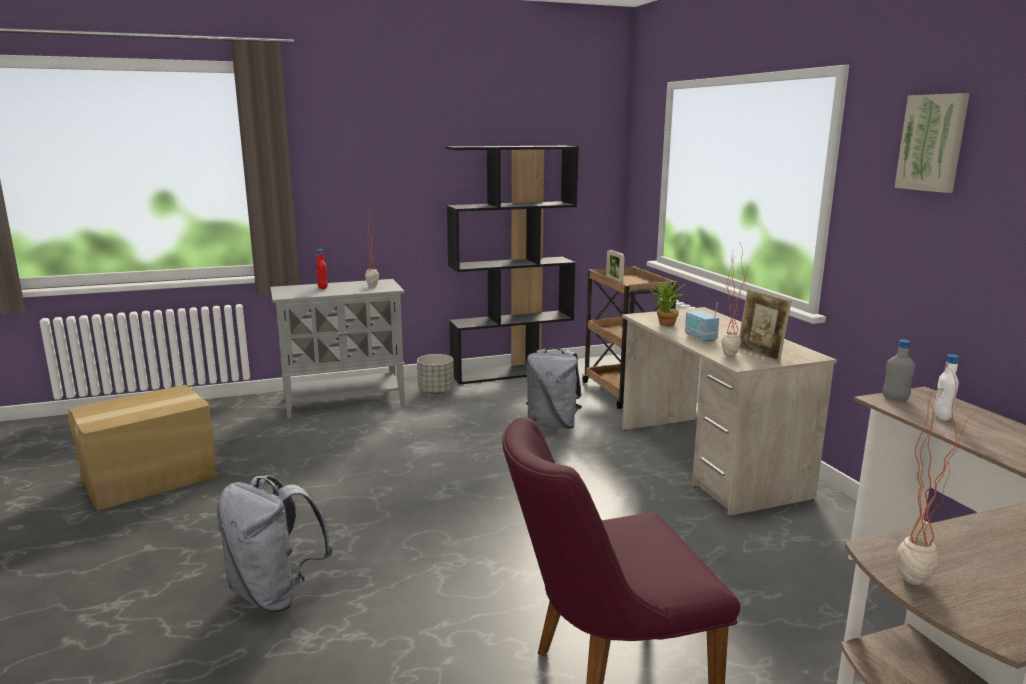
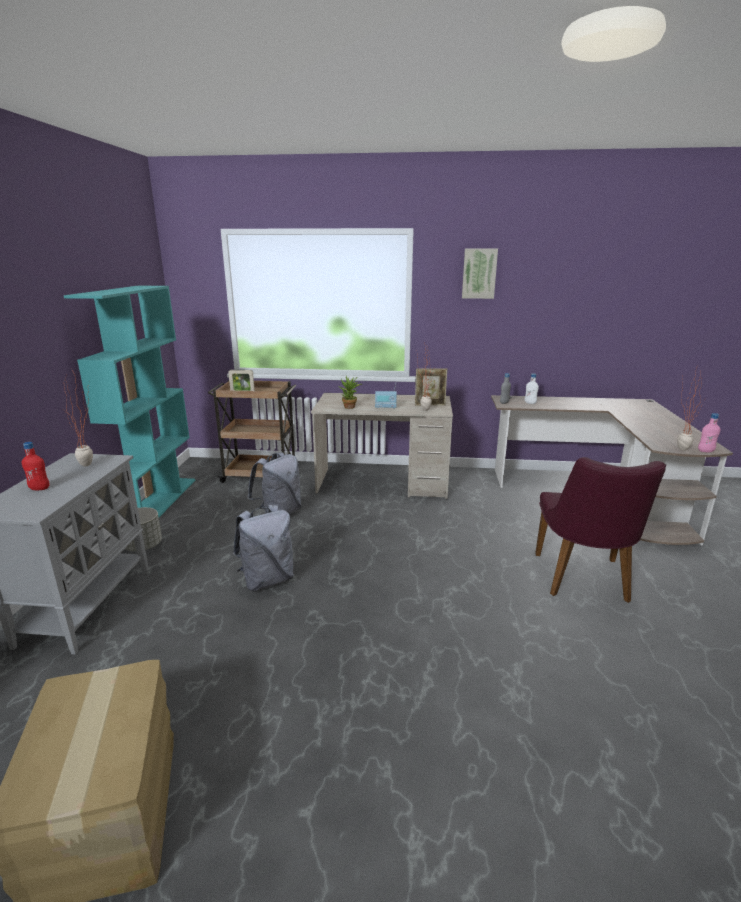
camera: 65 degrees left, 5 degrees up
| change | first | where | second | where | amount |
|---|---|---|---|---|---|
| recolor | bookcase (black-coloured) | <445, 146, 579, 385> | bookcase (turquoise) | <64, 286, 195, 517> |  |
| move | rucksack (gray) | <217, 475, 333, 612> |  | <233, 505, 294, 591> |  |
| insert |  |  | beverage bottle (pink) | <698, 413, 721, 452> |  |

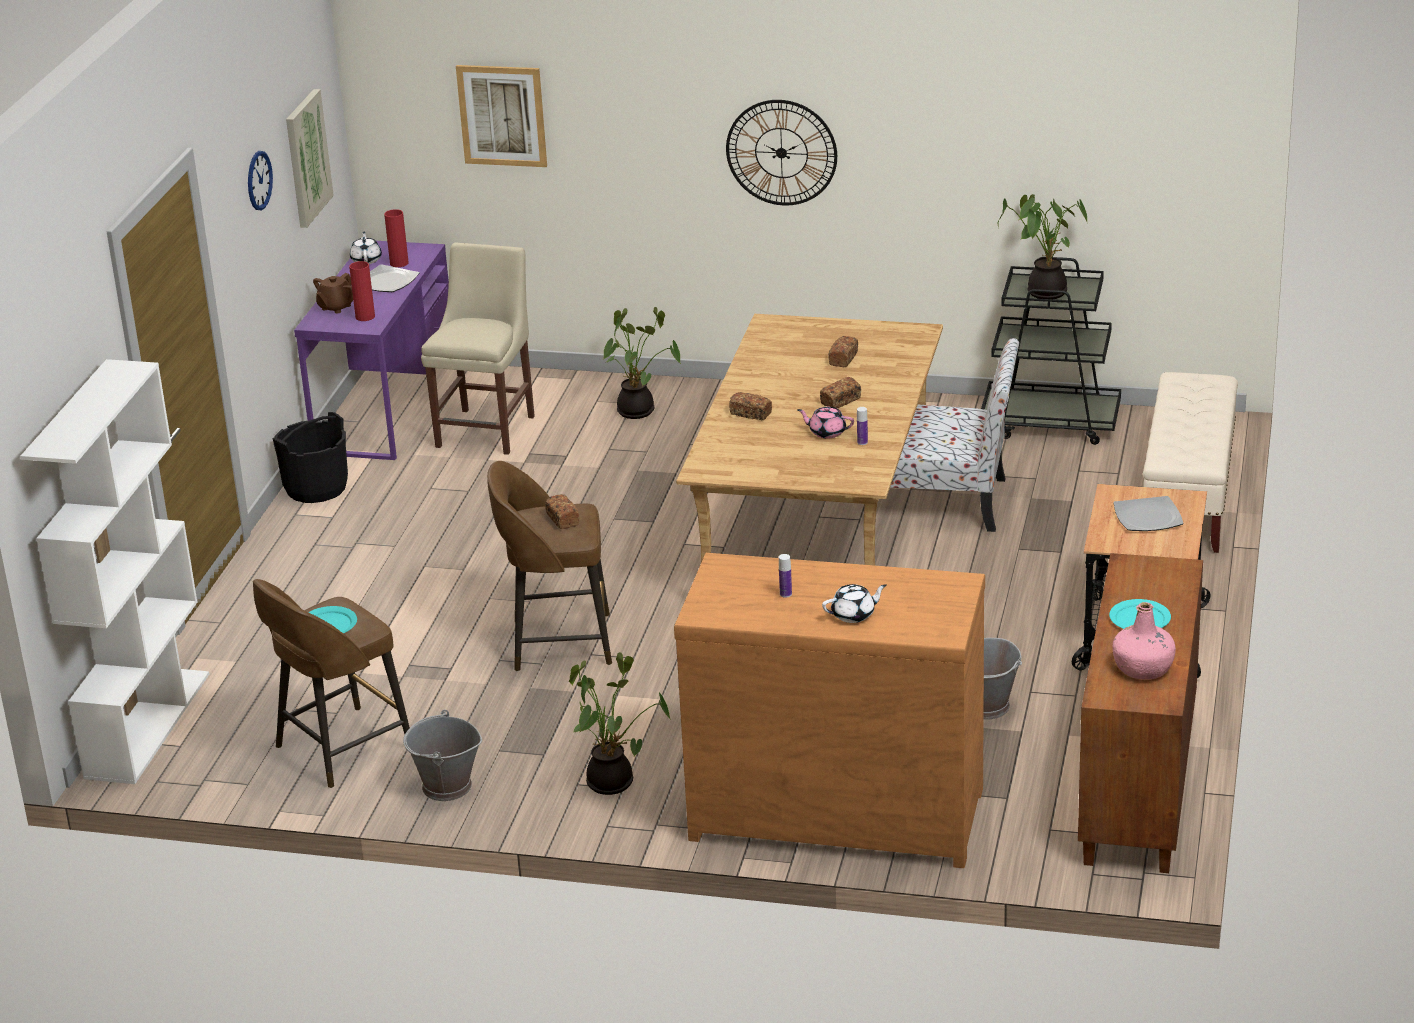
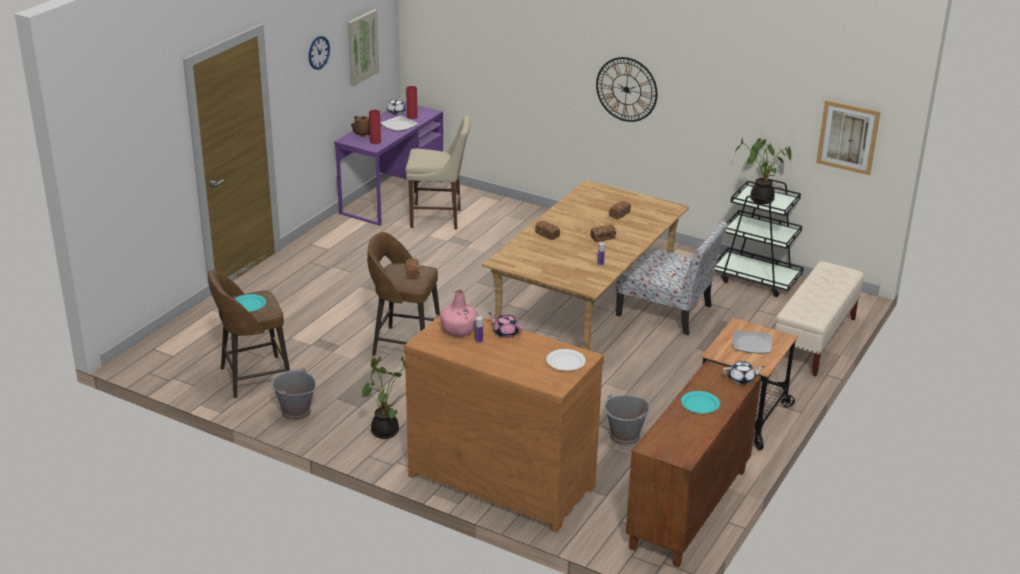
camera: 15 degrees right, 0 degrees up
| change | first | where | second | where | amount |
|---|---|---|---|---|---|
| move | picture | <456, 65, 547, 167> |  | <816, 100, 880, 175> |  |
| rotate | chair (beige-coloured) | <421, 243, 535, 455> |  | <406, 116, 470, 230> | 60 degrees clockwise |
| delete | potted plant | <603, 307, 681, 419> |  |  |  |
| delete | bookcase (whitish) | <20, 359, 209, 784> |  |  |  |
| move | tea pot (pink) | <797, 406, 854, 439> |  | <488, 312, 523, 338> |  |
| delete | water bucket (black-coloured) | <272, 412, 348, 503> |  |  |  |
| move | tea pot (whitish) | <822, 584, 887, 623> |  | <723, 361, 765, 385> |  |
| move | beverage bottle (pink) | <1112, 602, 1176, 680> |  | <440, 289, 478, 337> |  |
| insert |  |  | flat dish (whitish) | <546, 349, 586, 371> |  |

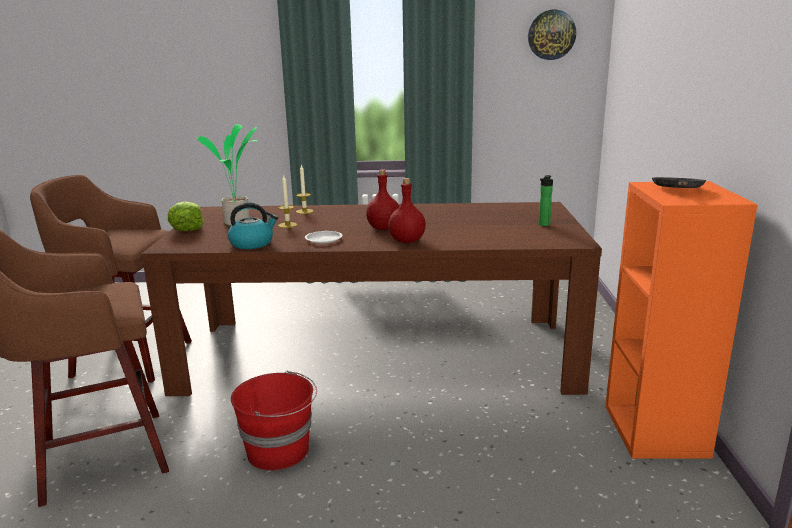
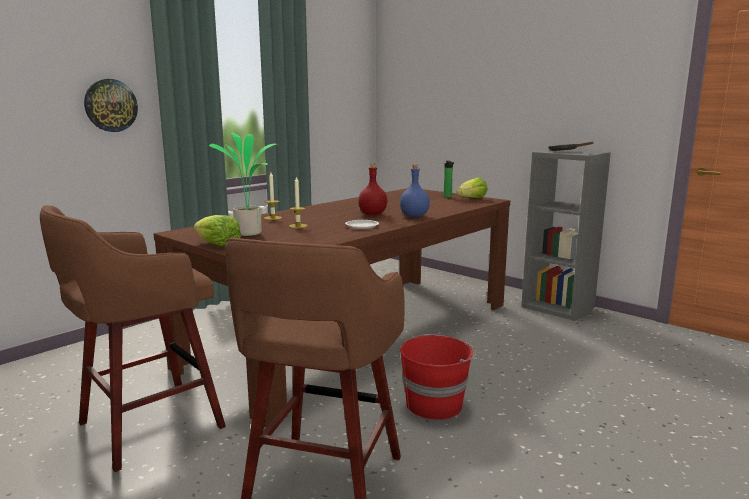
camera: 50 degrees left, 5 degrees down
| change | first | where | second | where | amount |
|---|---|---|---|---|---|
| move | wall clock | <528, 10, 576, 60> |  | <84, 79, 138, 132> |  |
| recolor | beverage bottle (reddish) | <388, 178, 426, 243> | beverage bottle (blue) | <400, 164, 430, 217> |  |
| recolor | bookcase (orangey) | <605, 181, 758, 459> | bookcase (gray) | <521, 150, 611, 321> |  |
| delete | kettle | <228, 203, 278, 249> |  |  |  |
| insert |  |  | lettuce head | <457, 177, 488, 198> |  |

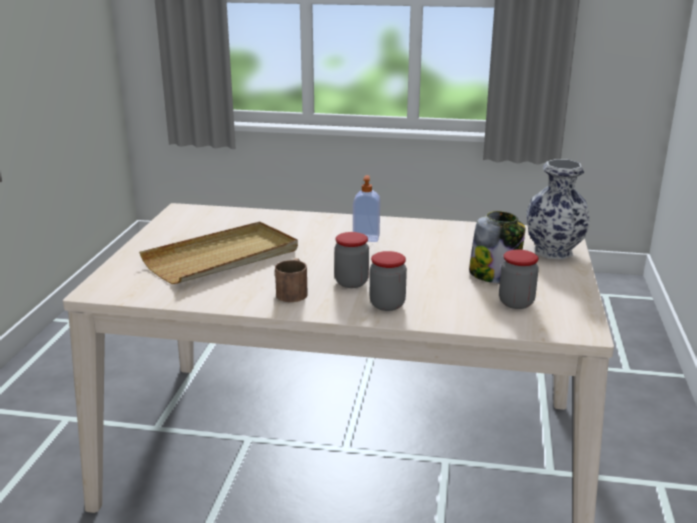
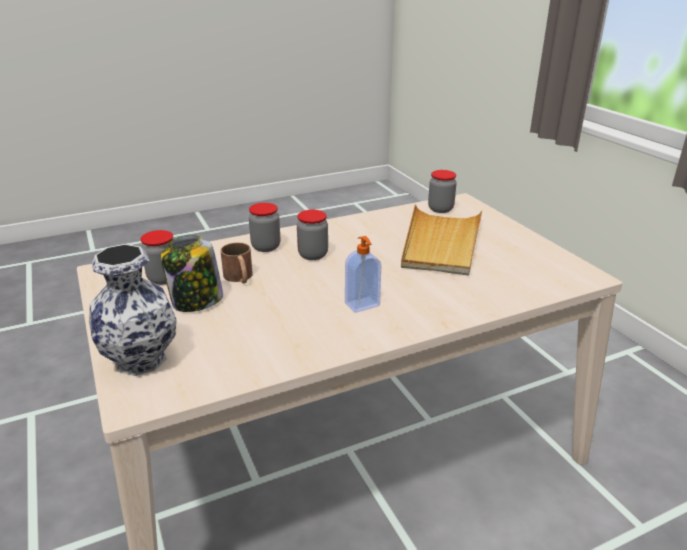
camera: 145 degrees right, 5 degrees up
| change | first | where | second | where | amount |
|---|---|---|---|---|---|
| move | coffee mug (brown-coloured) | <275, 258, 308, 302> |  | <220, 242, 253, 283> |  |
| insert |  |  | storage jar | <428, 170, 457, 213> |  |

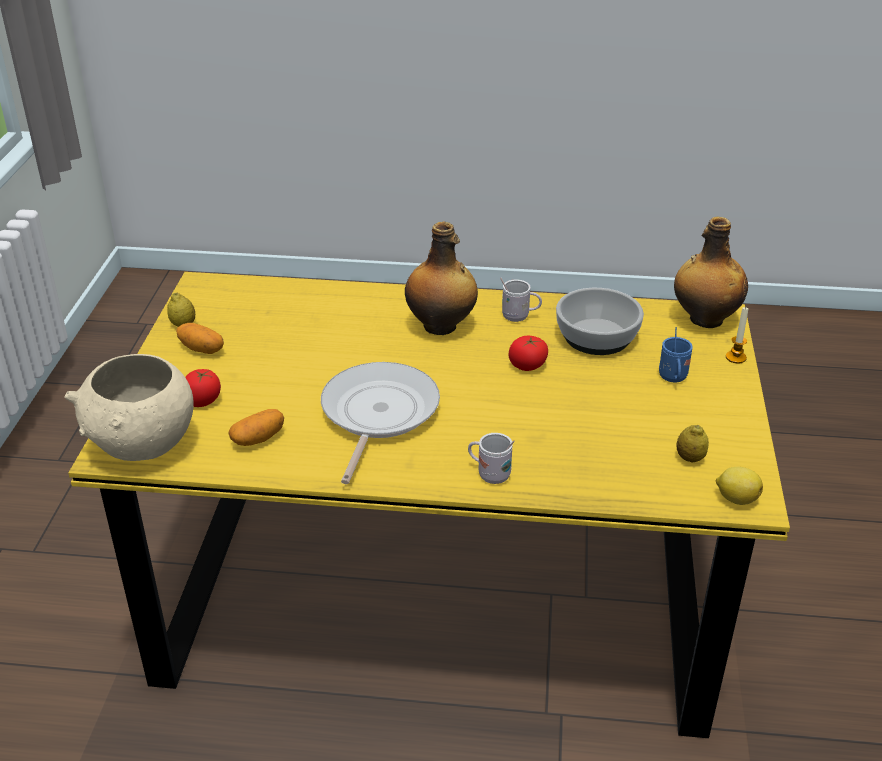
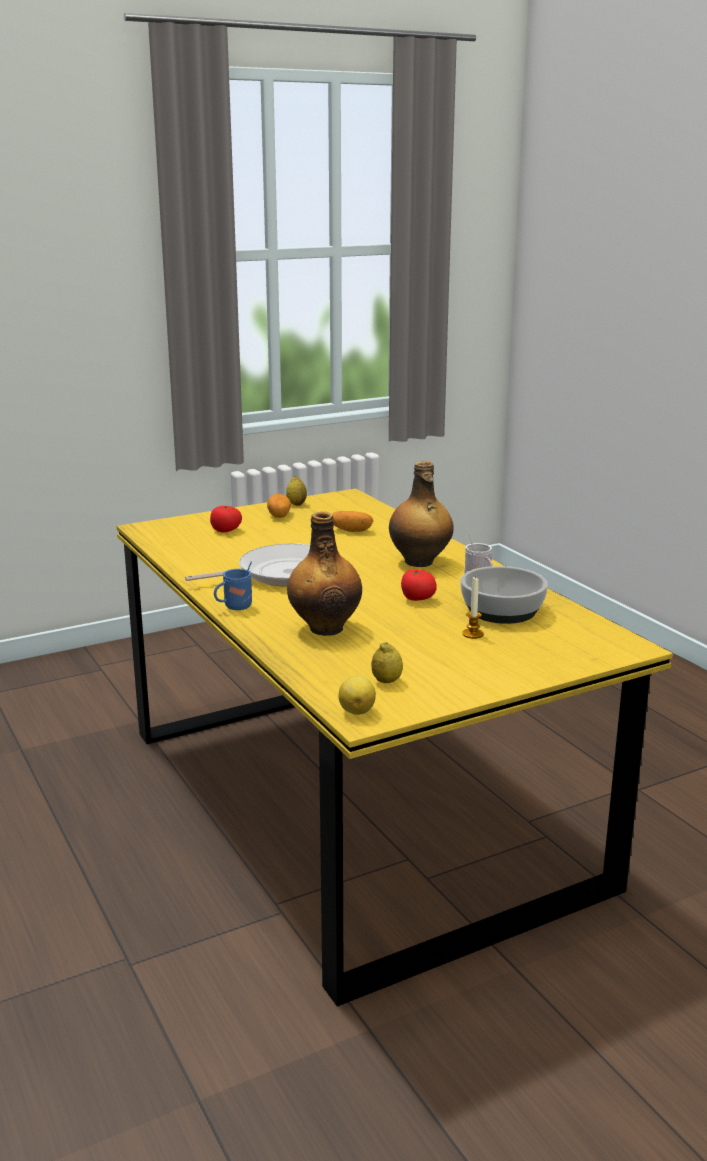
camera: 55 degrees right, 15 degrees down
| change | first | where | second | where | amount |
|---|---|---|---|---|---|
| move | beverage bottle | <674, 217, 748, 328> |  | <287, 512, 362, 636> |  |
| move | wax candle | <726, 307, 748, 364> |  | <462, 576, 483, 639> |  |
| move | coffee mug (blue) | <659, 327, 693, 383> |  | <214, 561, 252, 610> |  |
| delete | serving bowl (beige-coloured) | <64, 354, 194, 461> |  |  |  |
| move | whole potato | <228, 409, 284, 446> |  | <332, 511, 373, 532> |  |
| delete | coffee mug (whitish) | <468, 433, 515, 484> |  |  |  |

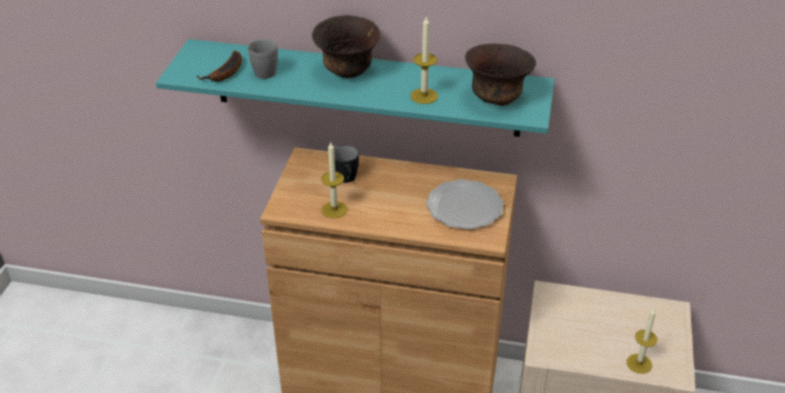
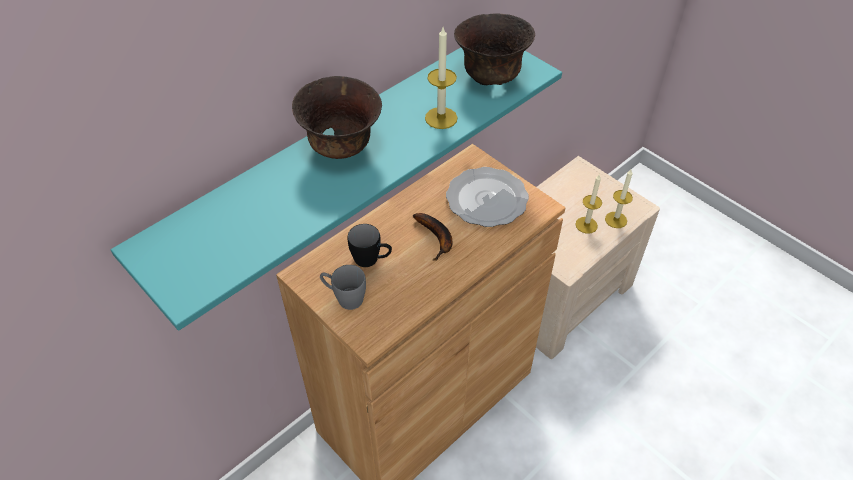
camera: 55 degrees left, 10 degrees up
| change | first | where | second | where | amount |
|---|---|---|---|---|---|
| move | coffee mug (gray) | <248, 38, 278, 79> |  | <320, 265, 366, 310> |  |
| move | banana fruit | <197, 51, 242, 82> |  | <413, 213, 452, 260> |  |
| move | wax candle | <321, 142, 347, 219> |  | <575, 174, 602, 234> |  |

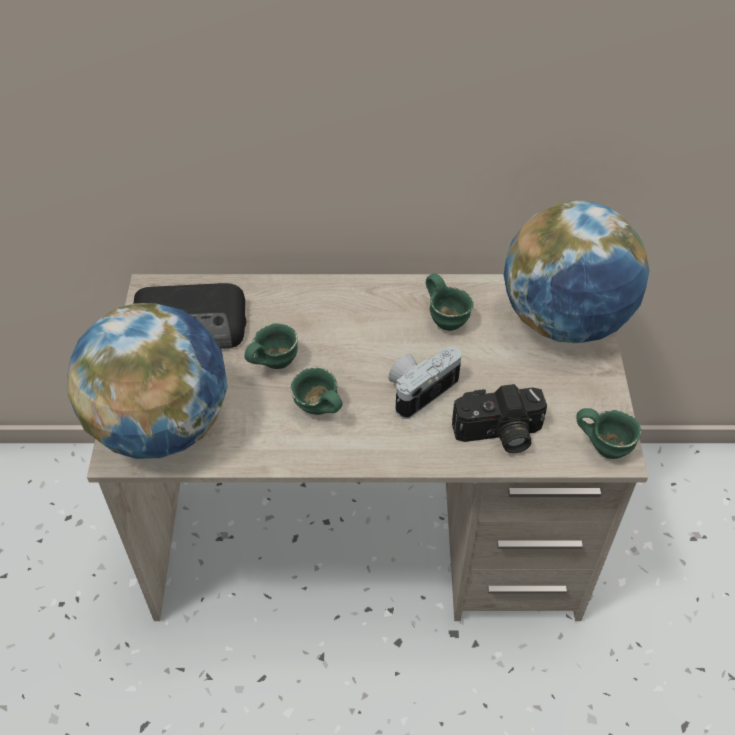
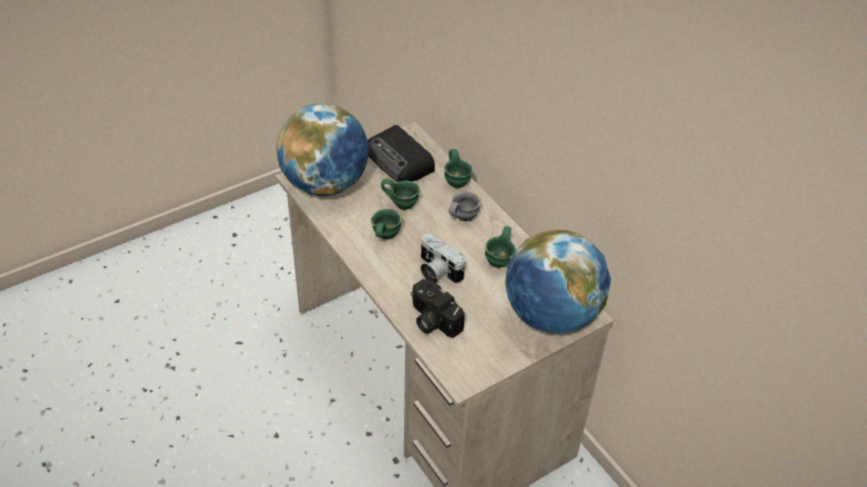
camera: 55 degrees right, 5 degrees down
| change | first | where | second | where | amount |
|---|---|---|---|---|---|
| rotate | photo camera | <389, 346, 462, 419> |  | <421, 234, 465, 284> | 150 degrees counterclockwise |
| move | coffee mug (greenish) | <577, 408, 641, 459> |  | <444, 149, 473, 188> |  |
| insert |  |  | coffee mug (gray) | <449, 191, 481, 221> |  |

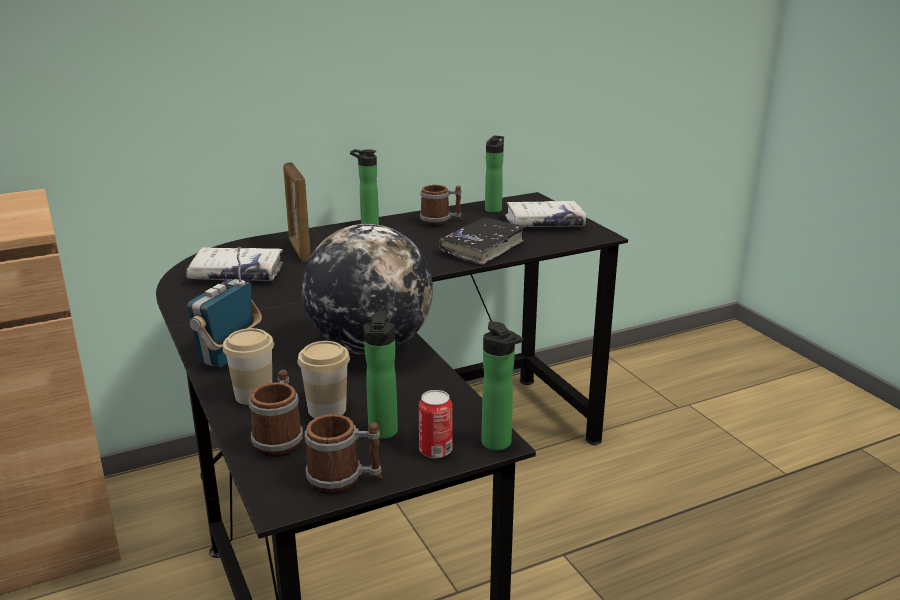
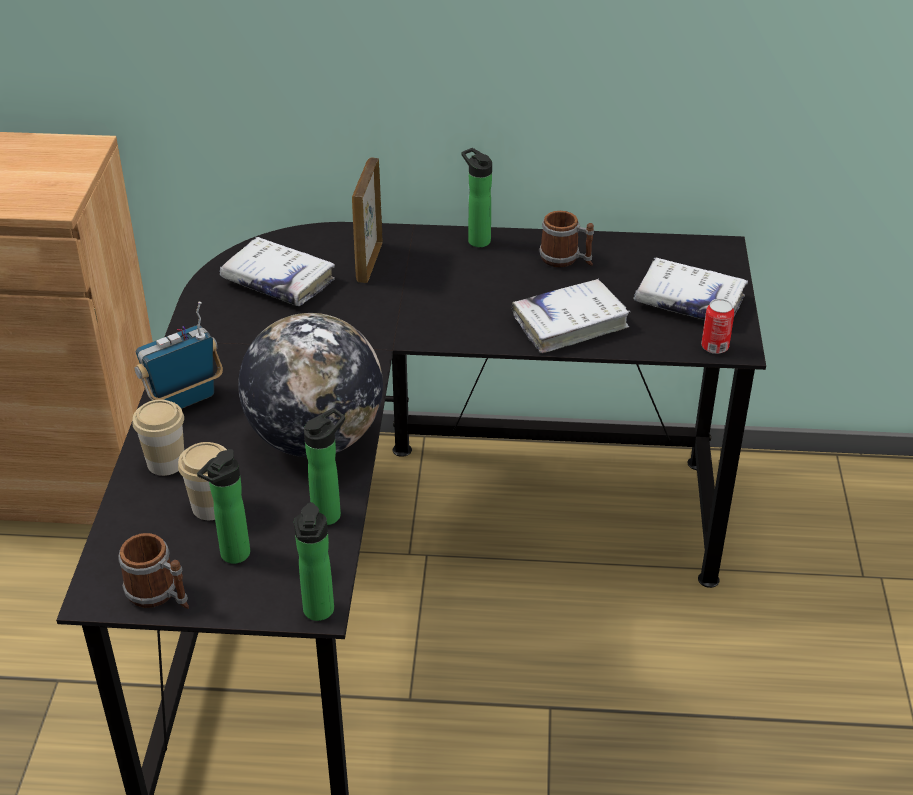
camera: 30 degrees right, 15 degrees up
| change | first | where | second | where | amount |
|---|---|---|---|---|---|
| move | beverage bottle | <485, 136, 504, 213> |  | <304, 408, 345, 525> |  |
| recolor | book (black-coloured) | <439, 218, 524, 265> | book (whitish) | <512, 278, 630, 353> |  |
| delete | coffee mug | <249, 370, 303, 457> |  |  |  |
| move | metal can | <419, 390, 453, 458> |  | <701, 299, 734, 354> |  |

